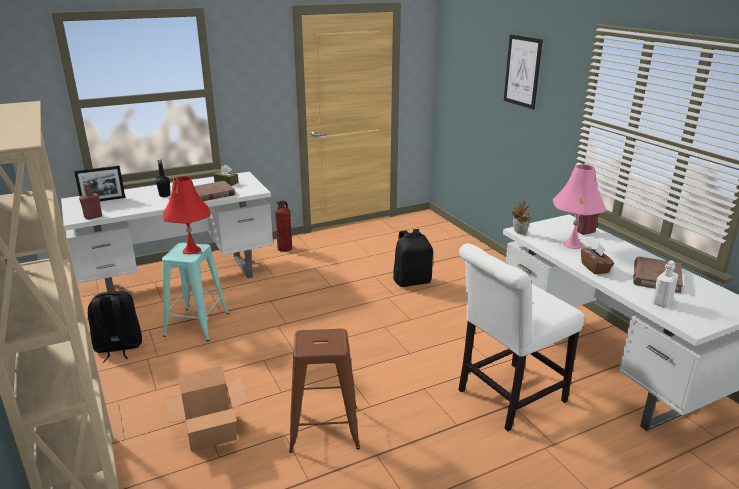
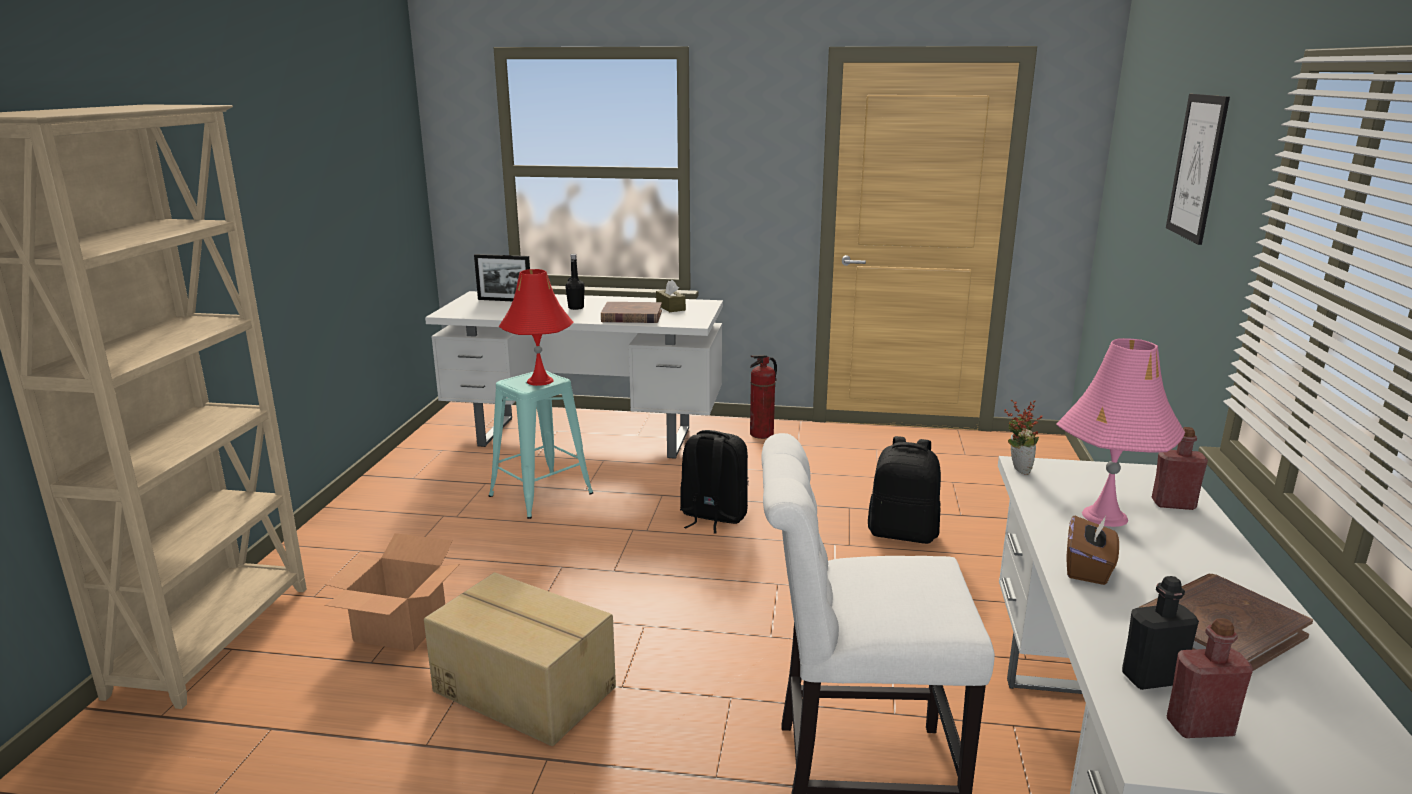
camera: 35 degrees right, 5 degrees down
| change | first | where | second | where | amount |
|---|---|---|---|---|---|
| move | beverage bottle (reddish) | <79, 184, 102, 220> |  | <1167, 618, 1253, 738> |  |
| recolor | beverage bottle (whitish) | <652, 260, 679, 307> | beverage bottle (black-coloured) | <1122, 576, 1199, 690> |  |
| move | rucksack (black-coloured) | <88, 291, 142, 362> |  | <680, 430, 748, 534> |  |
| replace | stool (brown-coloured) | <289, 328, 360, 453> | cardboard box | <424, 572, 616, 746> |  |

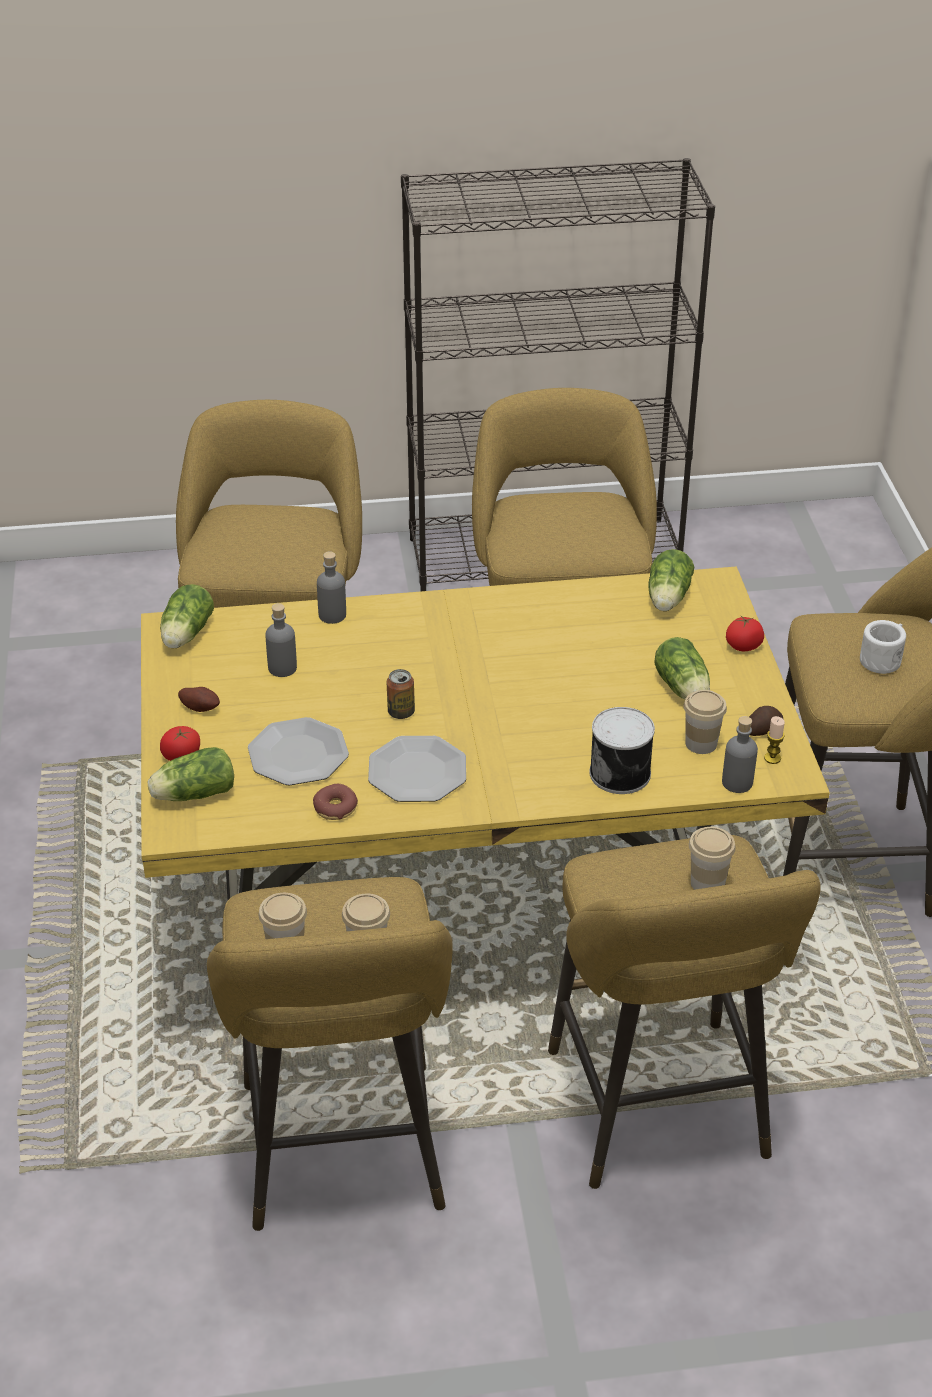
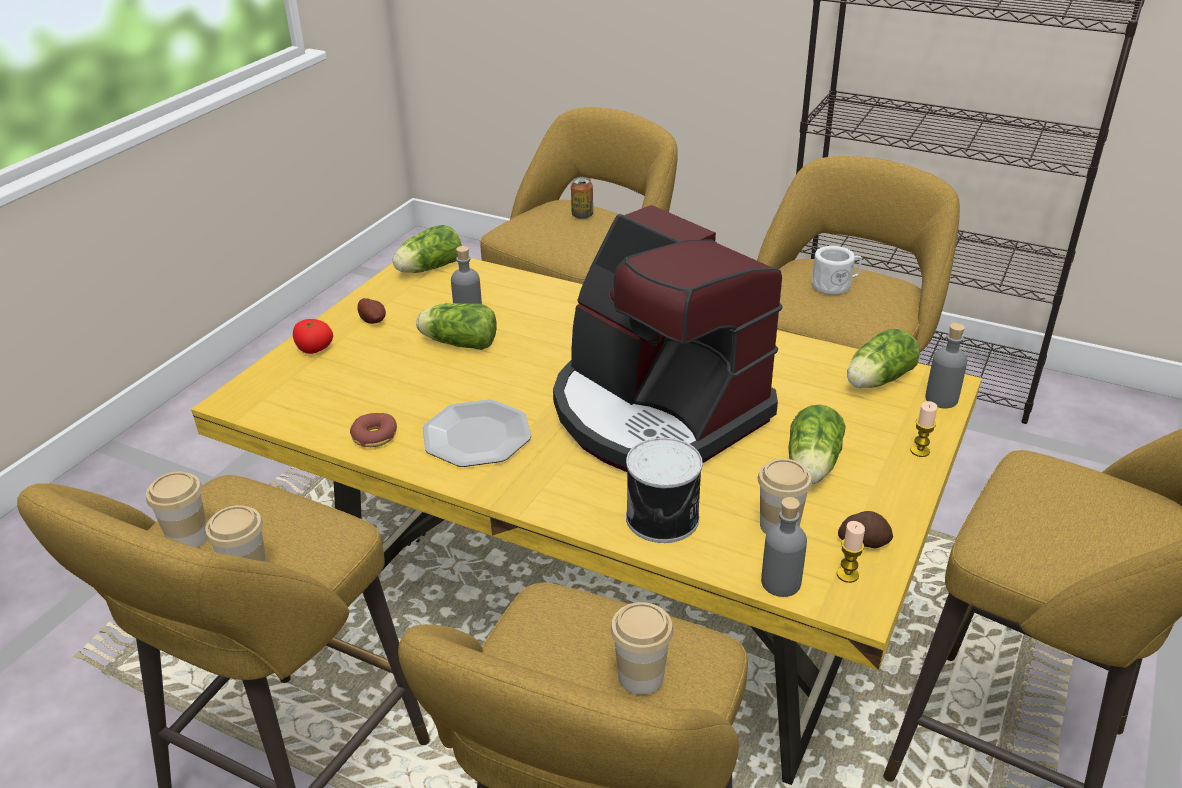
camera: 35 degrees right, 5 degrees down
| change | first | where | second | where | amount |
|---|---|---|---|---|---|
| move | beverage bottle (gray) | <317, 551, 346, 624> |  | <925, 323, 967, 408> |  |
| replace | tomato | <726, 615, 764, 651> | wax candle | <910, 401, 938, 457> |  |
| move | coffee mug (whitish) | <860, 620, 906, 674> |  | <812, 246, 862, 295> |  |
| move | metal can | <387, 669, 415, 719> |  | <571, 177, 593, 219> |  |
| delete | flat dish | <248, 717, 349, 785> |  |  |  |
| move | lettuce head | <148, 747, 234, 801> |  | <416, 303, 497, 350> |  |
| insert |  |  | coffee maker | <553, 205, 783, 472> |  |

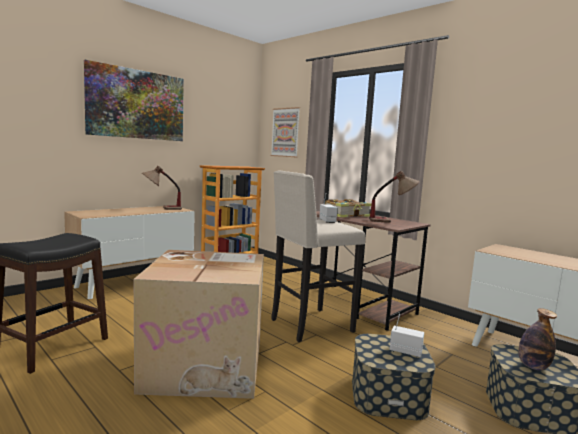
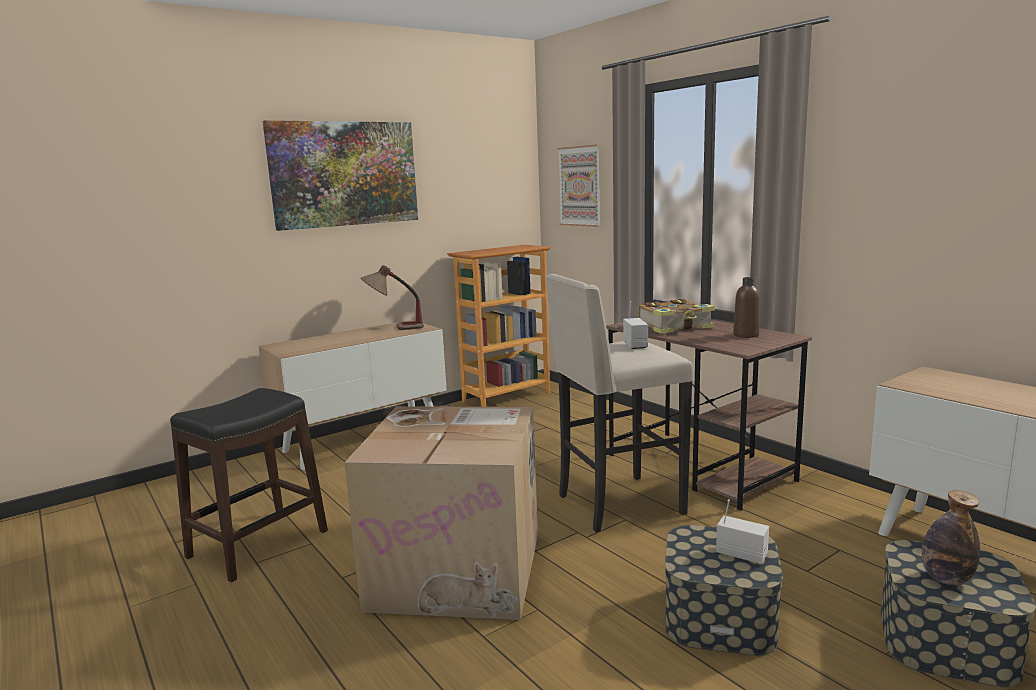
camera: 10 degrees right, 5 degrees up
| change | first | where | second | where | amount |
|---|---|---|---|---|---|
| replace | tabletop lamp | <369, 171, 420, 223> | beverage bottle (brown-coloured) | <733, 277, 760, 338> |  |

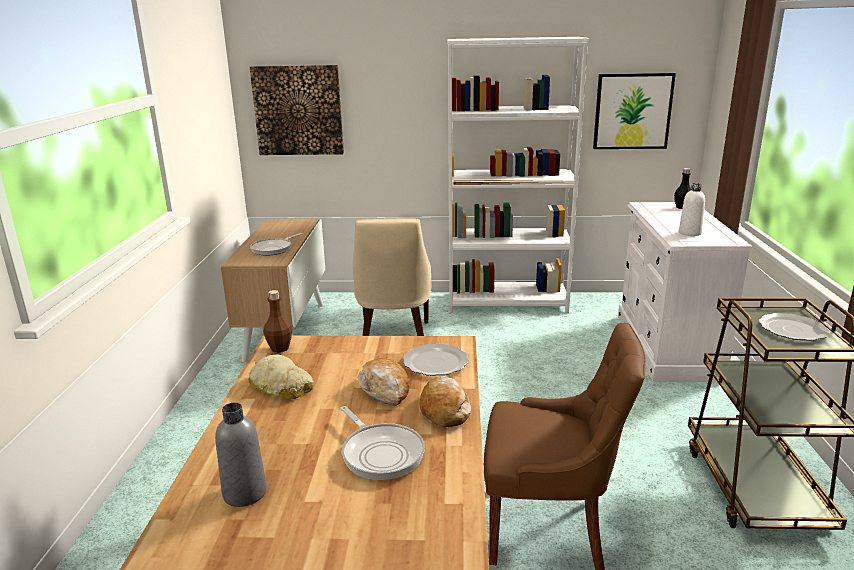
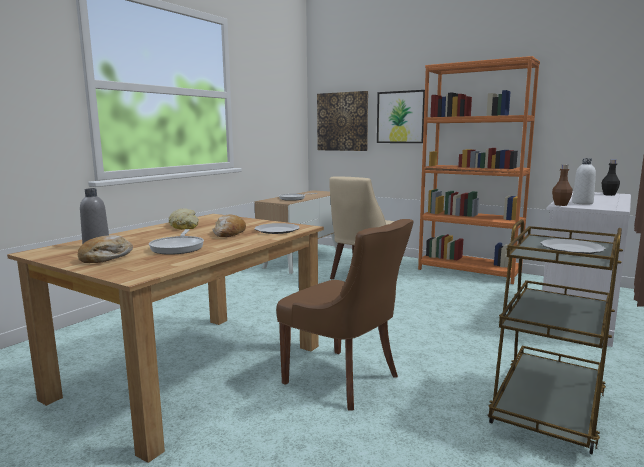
camera: 30 degrees right, 10 degrees down
| change | first | where | second | where | amount |
|---|---|---|---|---|---|
| recolor | bookcase (whitish) | <447, 37, 589, 313> | bookcase (orangey) | <418, 56, 540, 284> |  |
| move | picture | <593, 73, 676, 149> |  | <377, 90, 425, 143> |  |
| move | beverage bottle (brown-coloured) | <263, 290, 292, 353> |  | <552, 164, 573, 206> |  |
| move | bread | <420, 376, 471, 427> |  | <78, 235, 133, 263> |  |

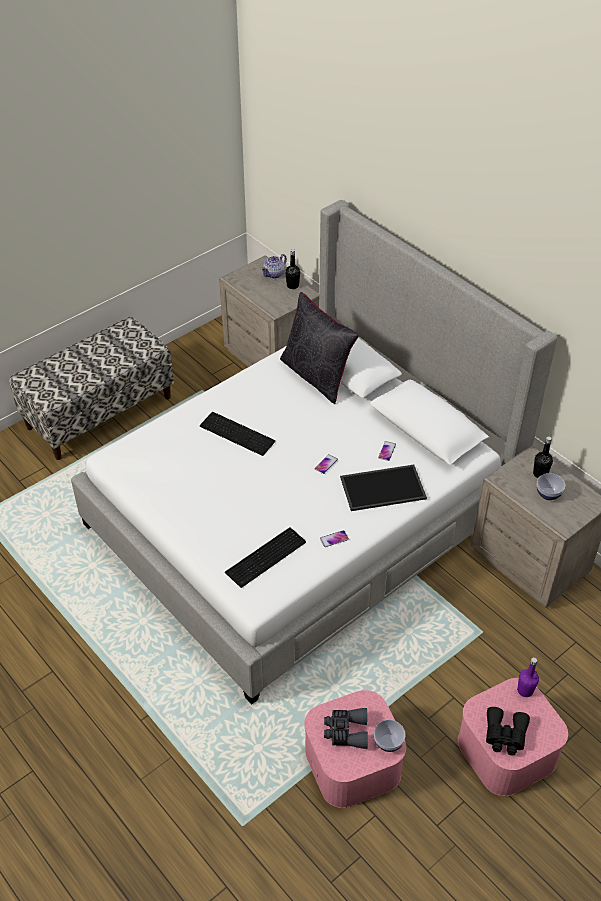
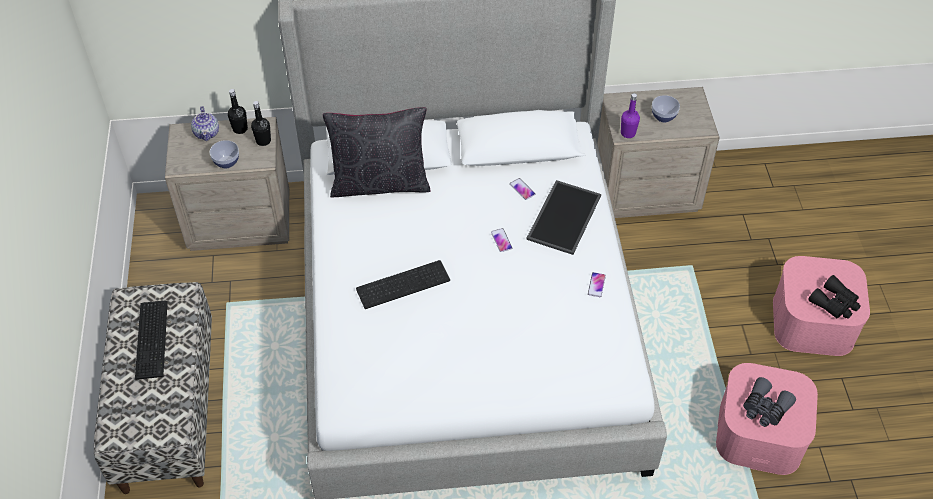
camera: 55 degrees left, 5 degrees up
| change | first | where | second | where | amount |
|---|---|---|---|---|---|
| move | beverage bottle (black-coloured) | <533, 436, 553, 478> |  | <251, 101, 271, 146> |  |
| move | PC keyboard | <225, 527, 306, 588> |  | <135, 301, 168, 380> |  |
| move | beverage bottle (purplish) | <517, 657, 539, 697> |  | <621, 93, 640, 138> |  |
| move | serving bowl | <374, 720, 406, 752> |  | <210, 140, 239, 168> |  |

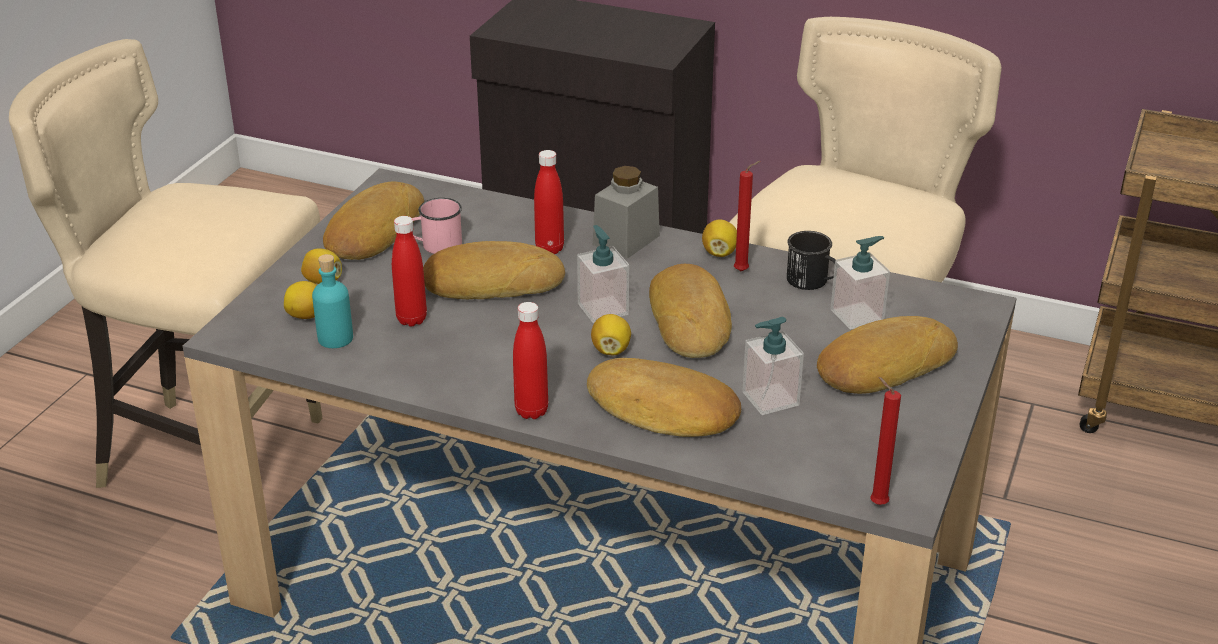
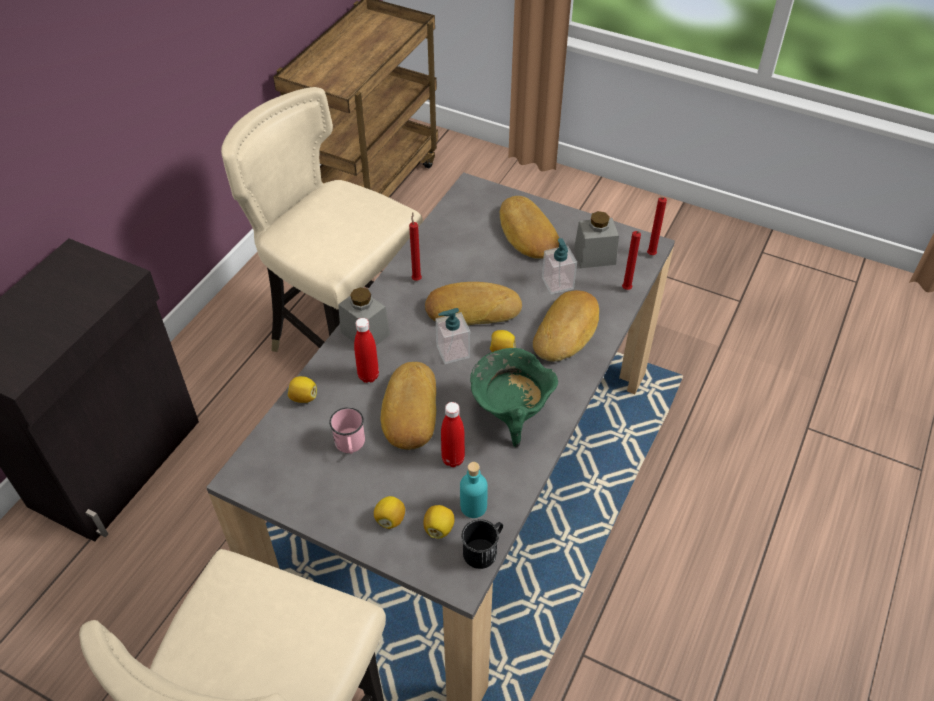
camera: 85 degrees left, 15 degrees up
| change | first | where | second | where | amount |
|---|---|---|---|---|---|
| delete | bread | <323, 181, 424, 260> |  |  |  |
| move | citrus fruit | <702, 219, 737, 257> |  | <288, 376, 317, 403> |  |
| move | coffee mug (black-coloured) | <787, 231, 836, 290> |  | <461, 519, 503, 569> |  |
| delete | liquid soap bottle | <831, 236, 890, 330> |  |  |  |
| delete | beverage bottle (reddish) | <513, 302, 548, 419> |  |  |  |
| insert |  |  | storage jar (gray) | <574, 211, 619, 268> |  |
| insert |  |  | wax candle (reddish) | <622, 231, 641, 290> |  |
| insert |  |  | cooking pot (greenish) | <470, 348, 558, 447> |  |

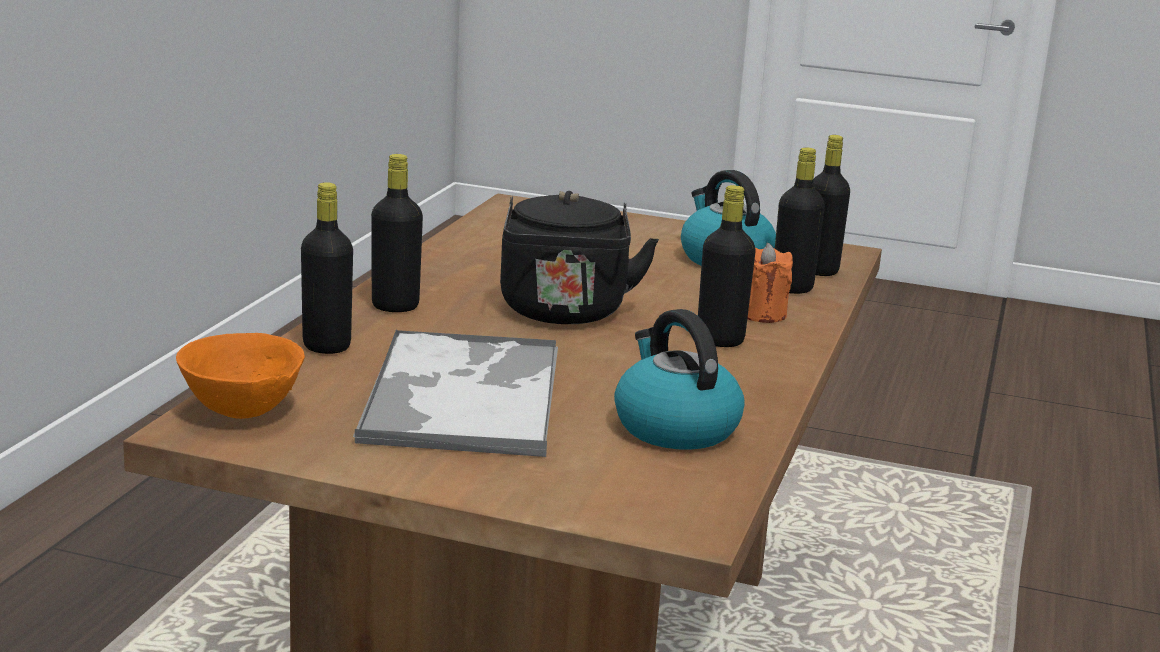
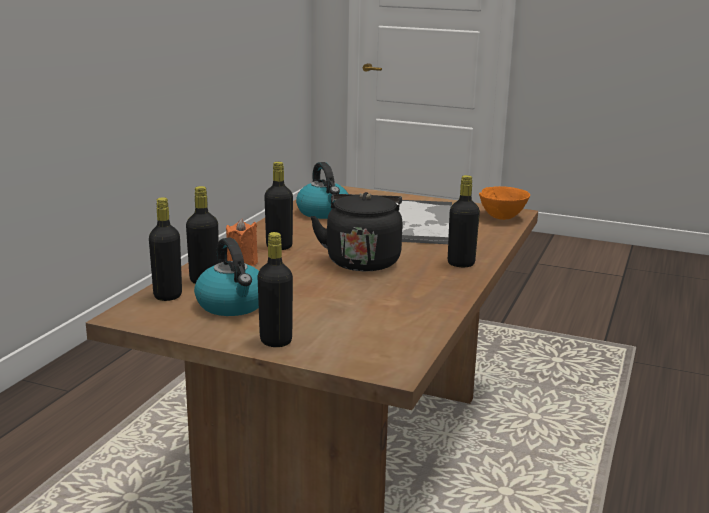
camera: 175 degrees left, 0 degrees up
| change | first | where | second | where | amount |
|---|---|---|---|---|---|
| move | beverage bottle (black-coloured) | <301, 182, 353, 354> |  | <257, 232, 293, 347> |  |

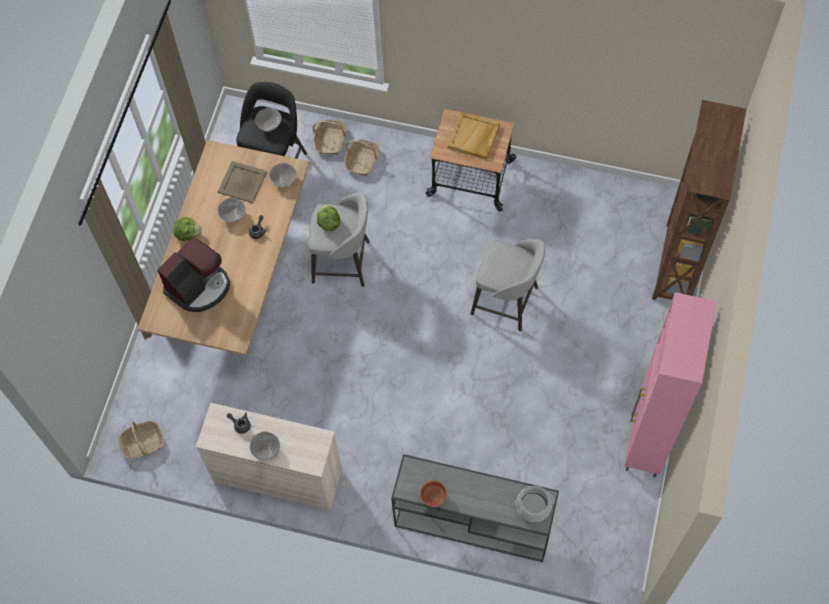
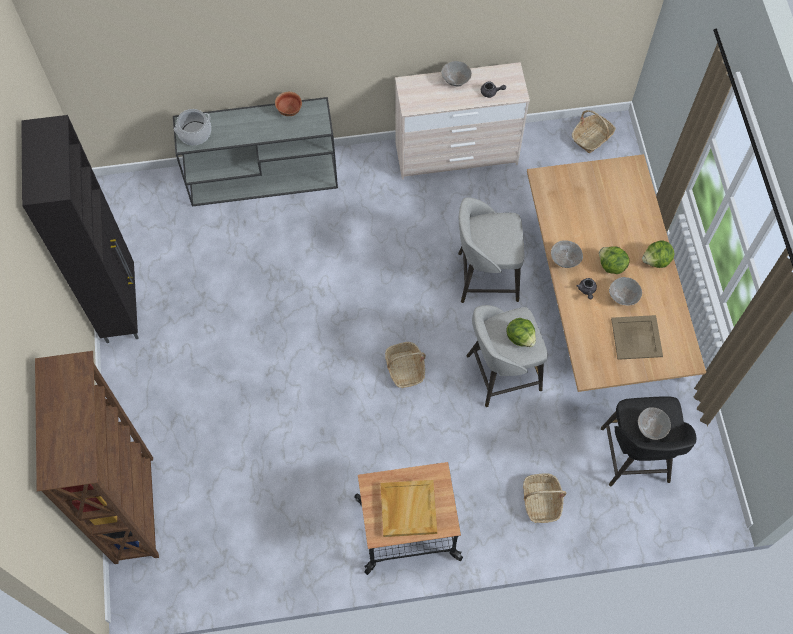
camera: 155 degrees right, 0 degrees up
| change | first | where | second | where | amount |
|---|---|---|---|---|---|
| move | basket | <313, 120, 346, 155> |  | <385, 342, 426, 388> |  |
| move | serving bowl (gray) | <269, 163, 297, 187> |  | <551, 240, 583, 268> |  |
| delete | coffee maker | <157, 237, 230, 312> |  |  |  |
| move | stool (gray) | <471, 239, 545, 331> |  | <458, 197, 524, 303> |  |
| recolor | cabinet (pink) | <624, 292, 717, 477> | cabinet (black-coloured) | <21, 115, 138, 343> |  |
| insert |  |  | lettuce head | <599, 246, 630, 274> |  |

